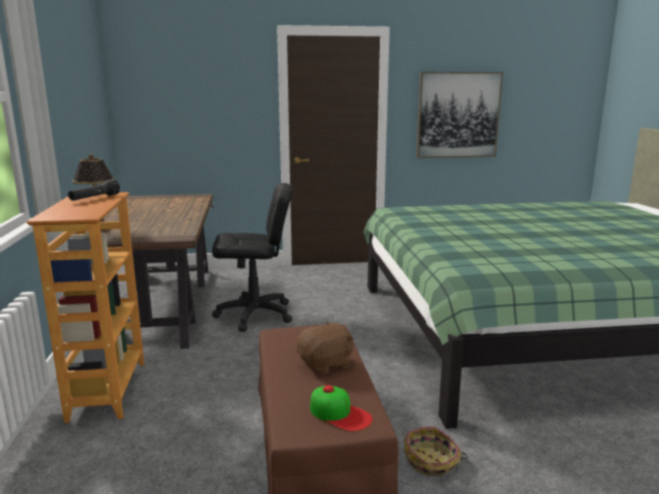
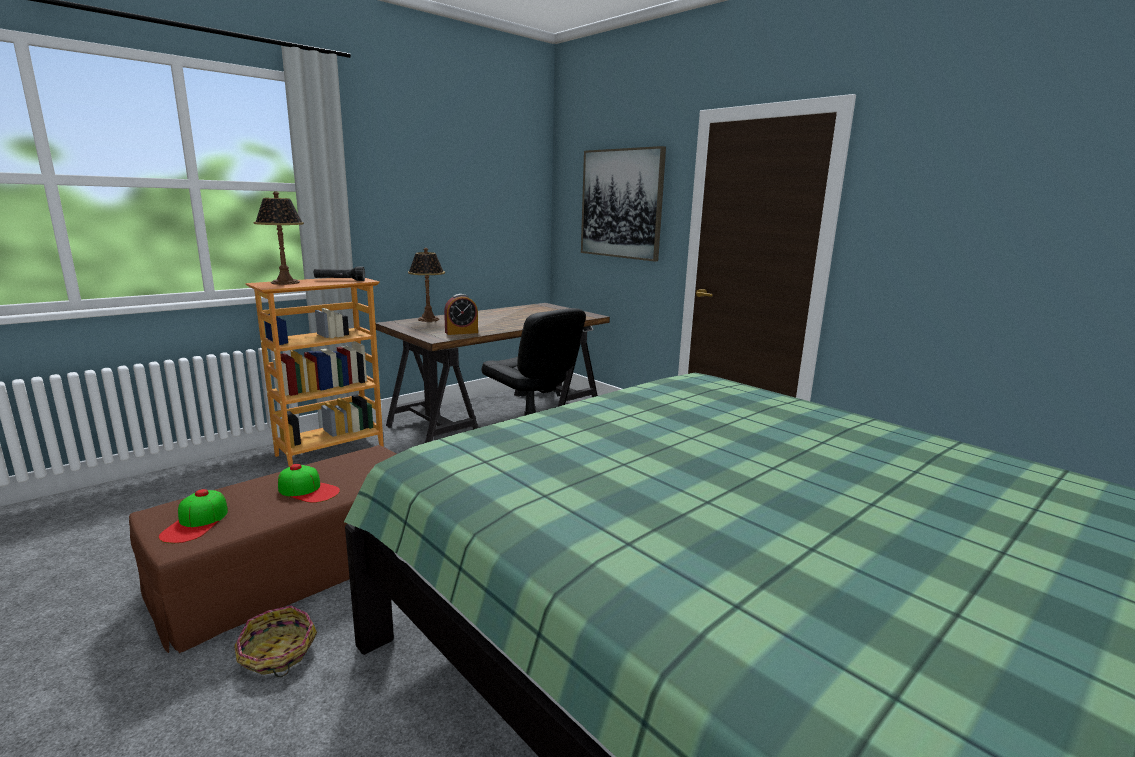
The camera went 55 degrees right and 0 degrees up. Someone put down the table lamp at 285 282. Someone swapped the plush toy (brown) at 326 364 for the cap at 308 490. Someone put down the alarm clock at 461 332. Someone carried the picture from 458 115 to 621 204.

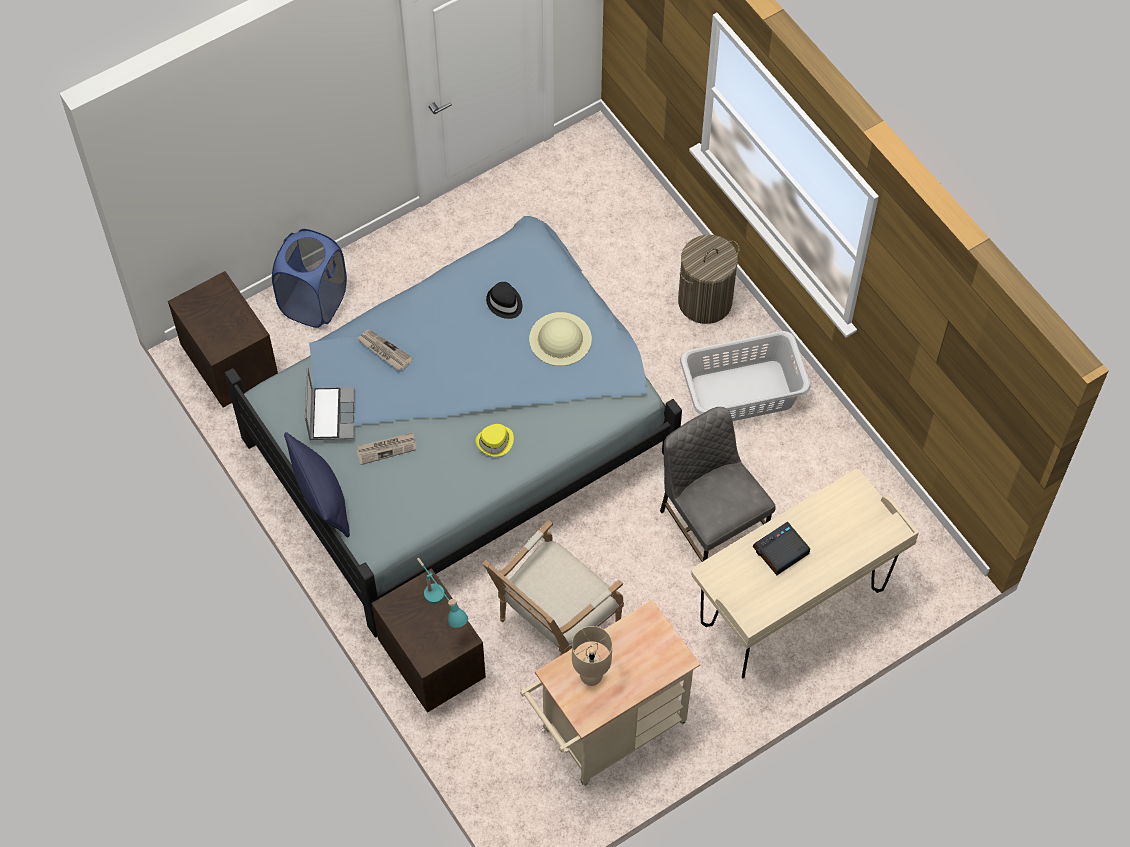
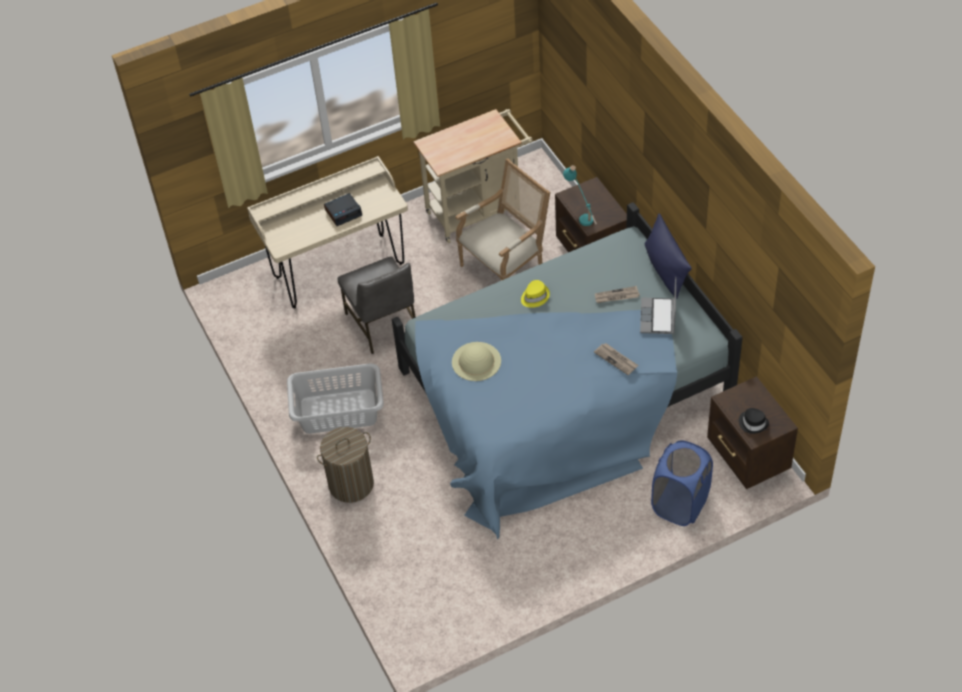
The camera went 170 degrees left and 10 degrees down. Someone carried the hat (black) from 504 303 to 753 423. Someone took away the table lamp (beige) at 591 677.

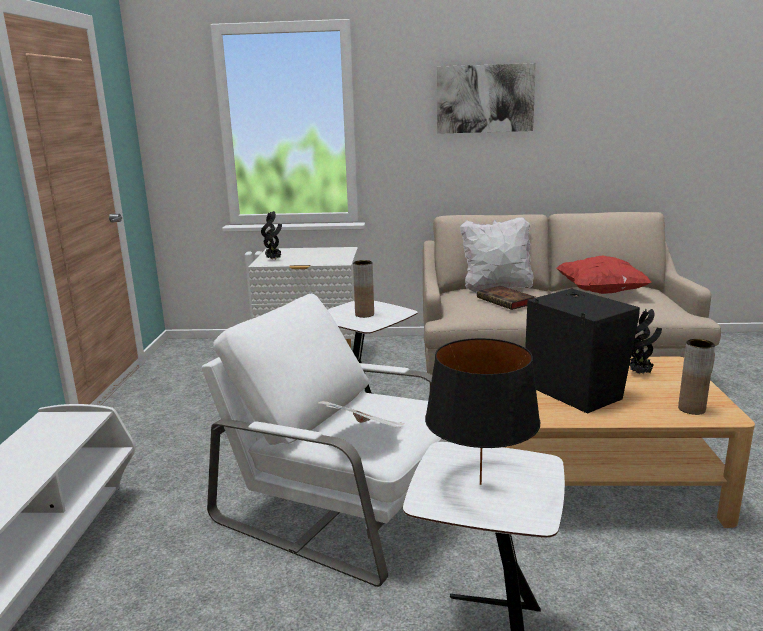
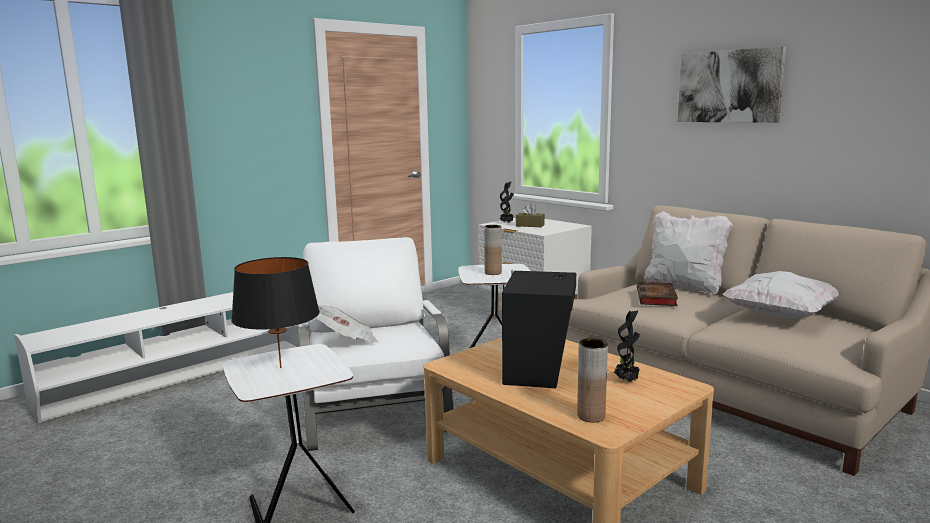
The camera went 45 degrees right and 5 degrees down. Someone put down the tissue box (brown) at 530 225. Someone repainted the pillow (red) at 601 292, which became the pillow (white) at 779 315.

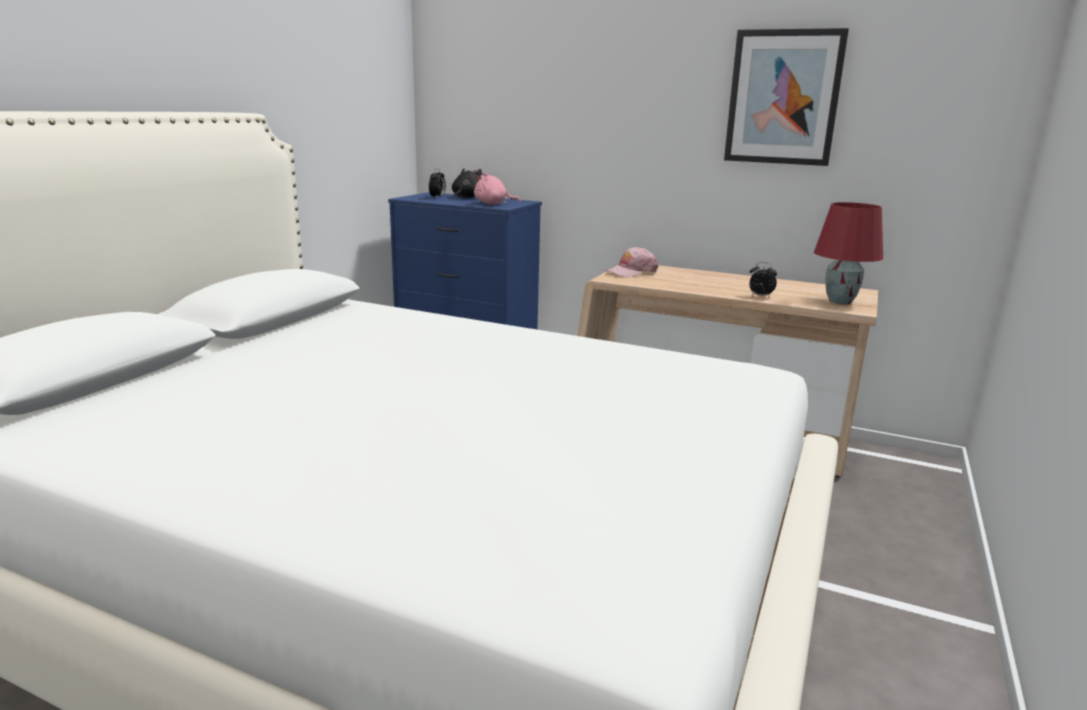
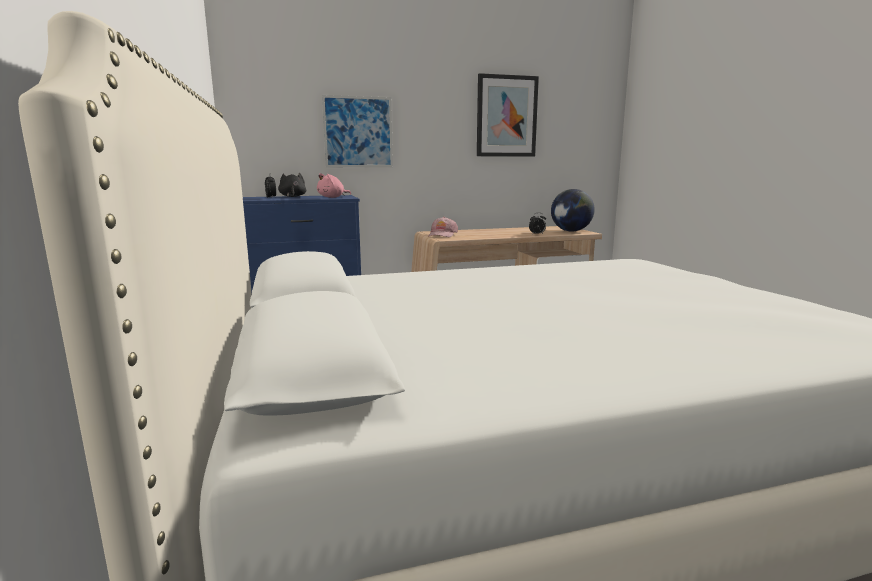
The camera went 40 degrees left and 5 degrees down. Someone put up the picture at 358 132. Someone swapped the table lamp (red) at 839 302 for the globe at 571 231.

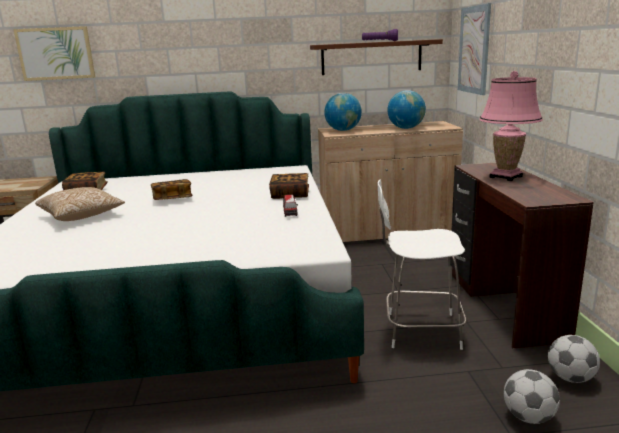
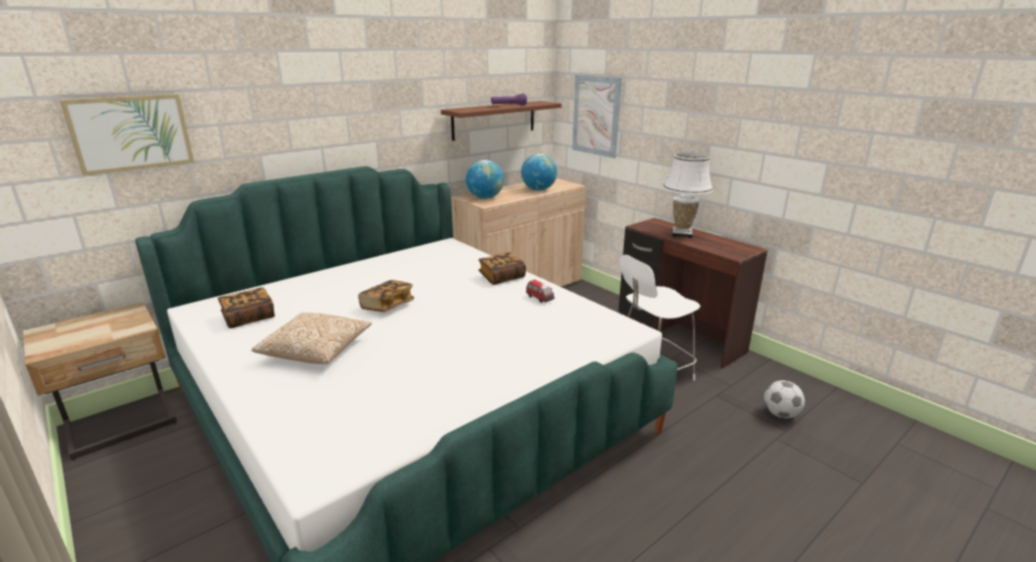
The camera went 35 degrees left and 5 degrees up. Someone repainted the table lamp (pink) at 506 177, which became the table lamp (white) at 682 234. Someone took away the football at 570 378.

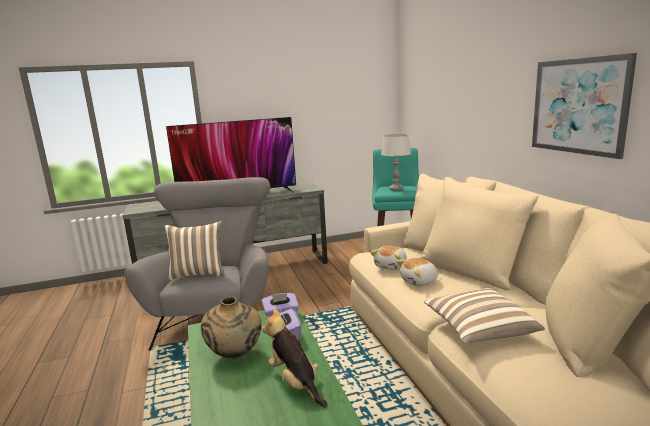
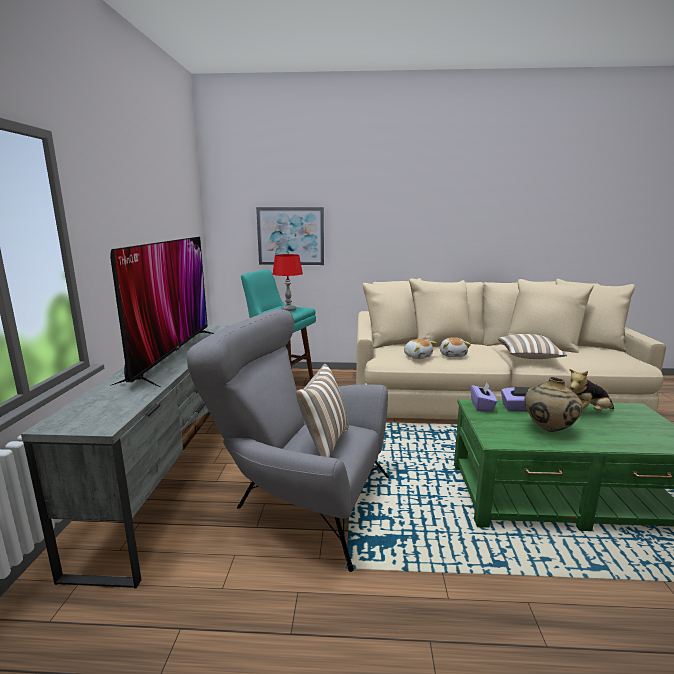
The camera went 70 degrees left and 0 degrees up. Someone carried the picture from 578 106 to 290 236. Someone repainted the table lamp (grey) at 396 189, which became the table lamp (red) at 288 309.

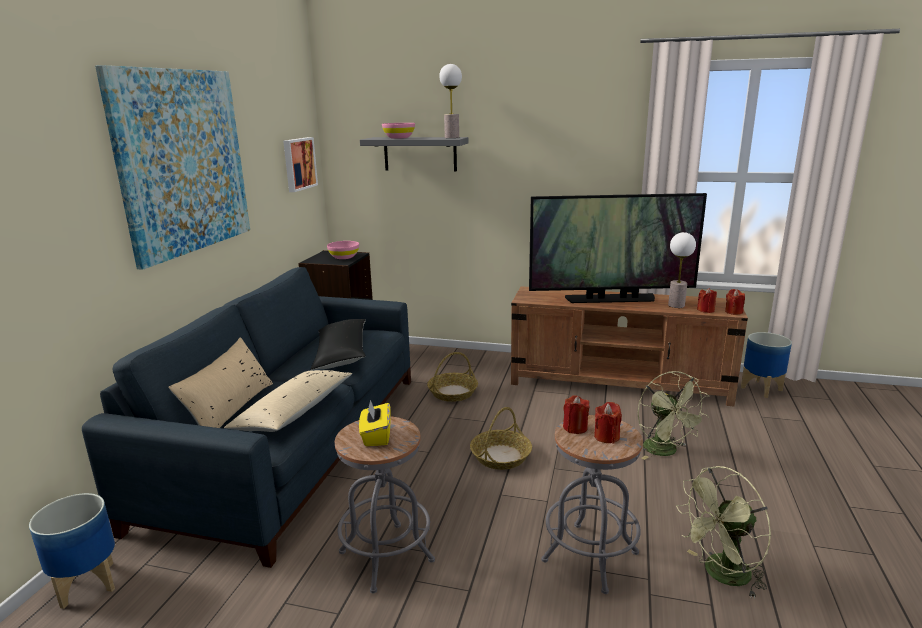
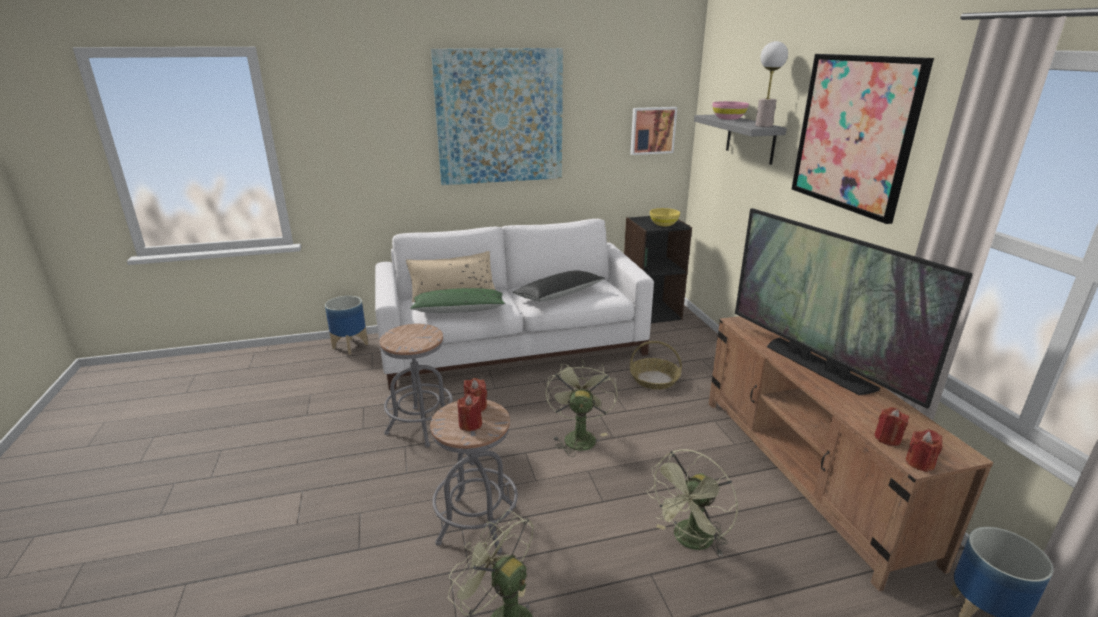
The camera went 60 degrees right and 5 degrees up. Someone repainted the sofa (blue) at 295 443, which became the sofa (white) at 513 345. Someone repainted the pillow (beige) at 294 412, which became the pillow (green) at 459 310. Someone swapped the basket at 500 457 for the fan (green) at 578 436. Someone repainted the bowl (pink) at 344 257, which became the bowl (yellow) at 664 224. Someone put up the picture at 854 133. Someone took away the tissue box (yellow) at 376 436. Someone took away the table lamp at 676 305.

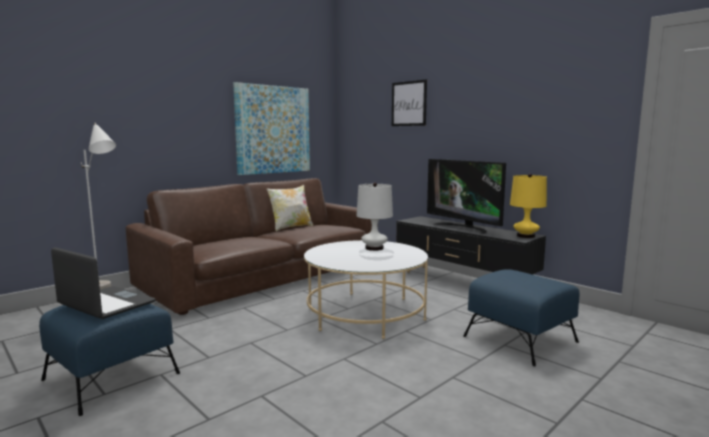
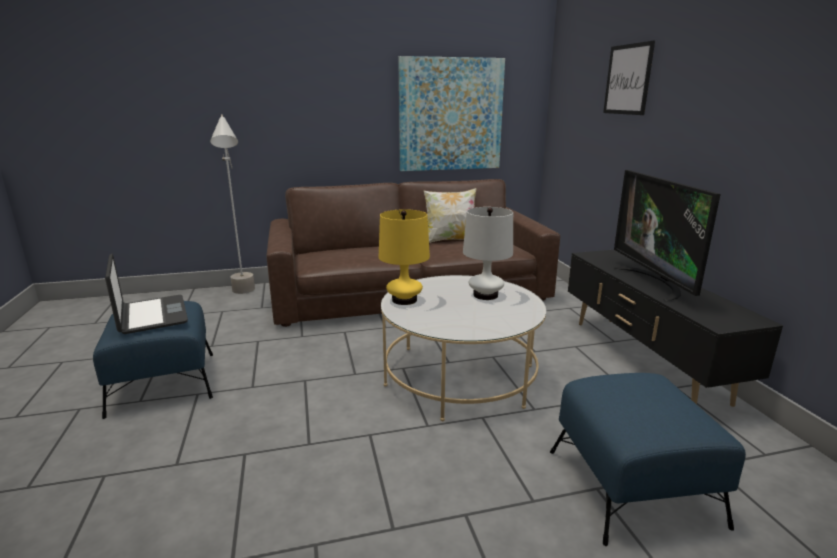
The camera went 30 degrees right and 10 degrees up. Someone carried the table lamp (yellow) from 525 236 to 404 300.

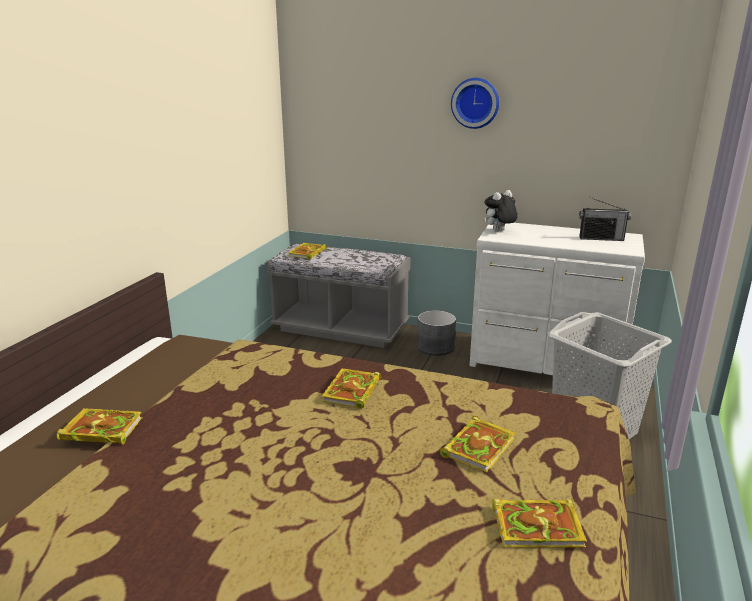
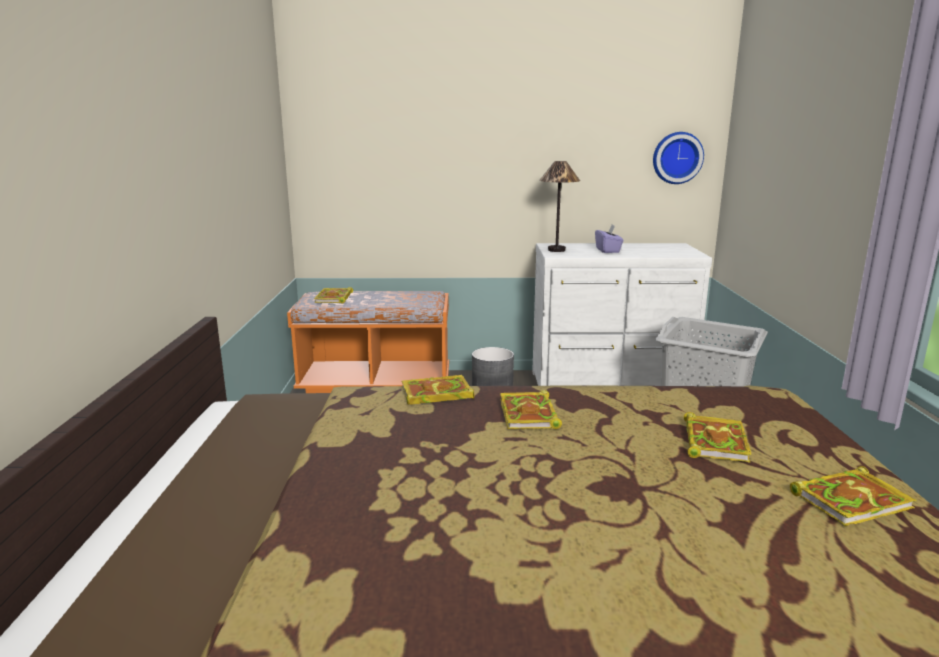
The camera went 20 degrees left and 5 degrees down. Someone repainted the bench (grey) at 340 328, which became the bench (orange) at 376 384. Someone carried the book from 100 430 to 435 394. Someone swapped the plush toy at 499 231 for the table lamp at 556 250. Someone put down the tissue box (purple) at 608 250. Someone carried the wall clock from 475 103 to 676 158. Someone took away the radio at 601 238.

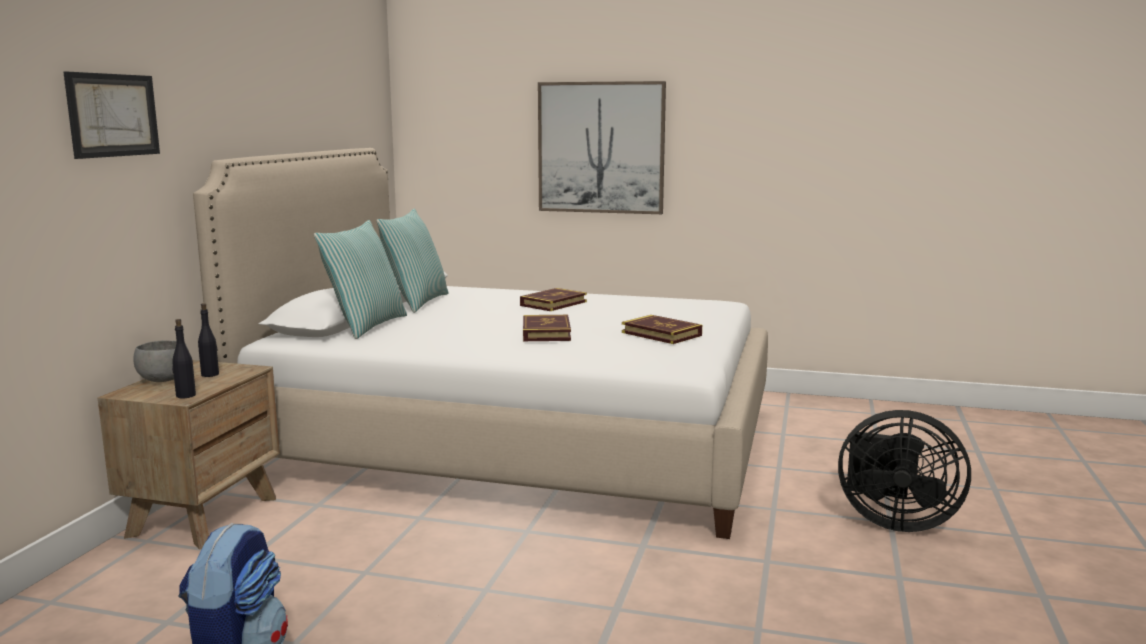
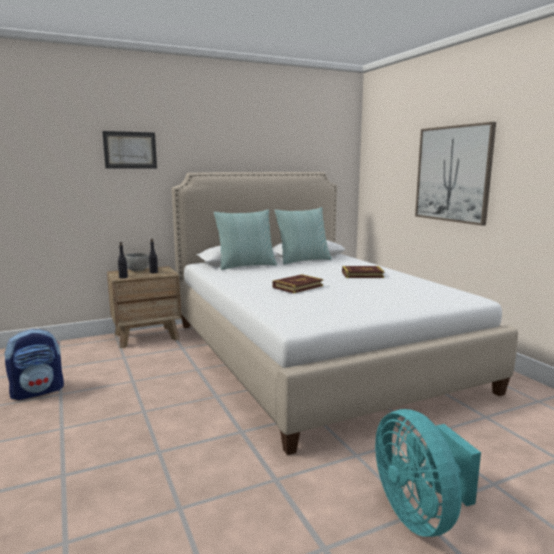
The camera went 50 degrees right and 0 degrees up. Someone repainted the fan (black) at 893 521, which became the fan (turquoise) at 420 514. Someone took away the book at 661 334.

